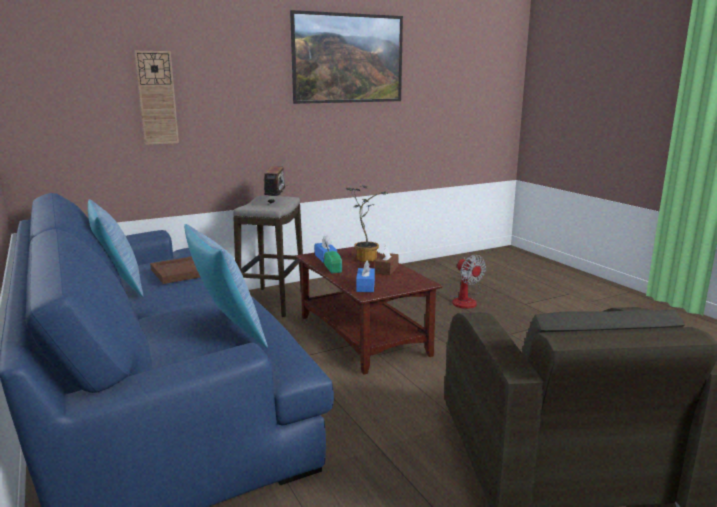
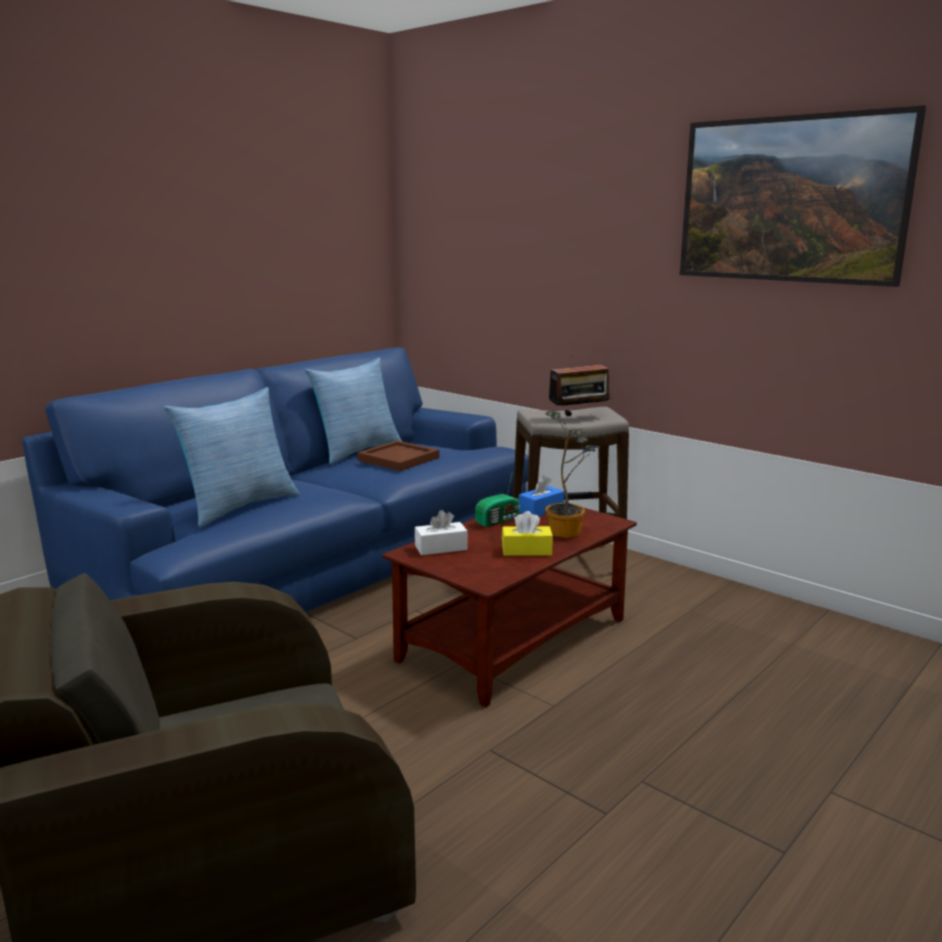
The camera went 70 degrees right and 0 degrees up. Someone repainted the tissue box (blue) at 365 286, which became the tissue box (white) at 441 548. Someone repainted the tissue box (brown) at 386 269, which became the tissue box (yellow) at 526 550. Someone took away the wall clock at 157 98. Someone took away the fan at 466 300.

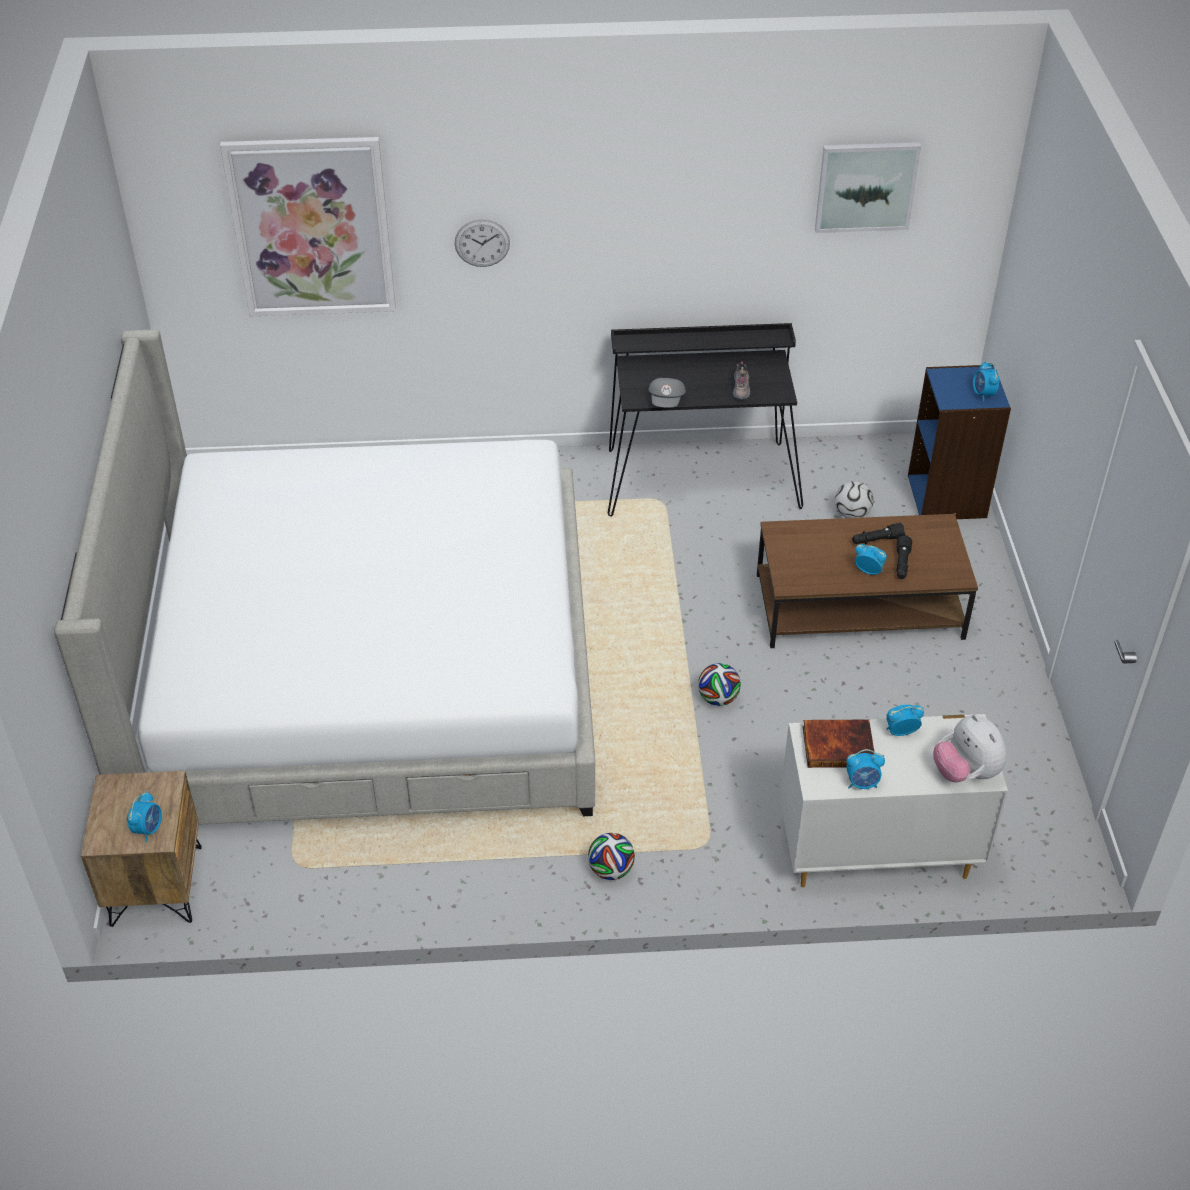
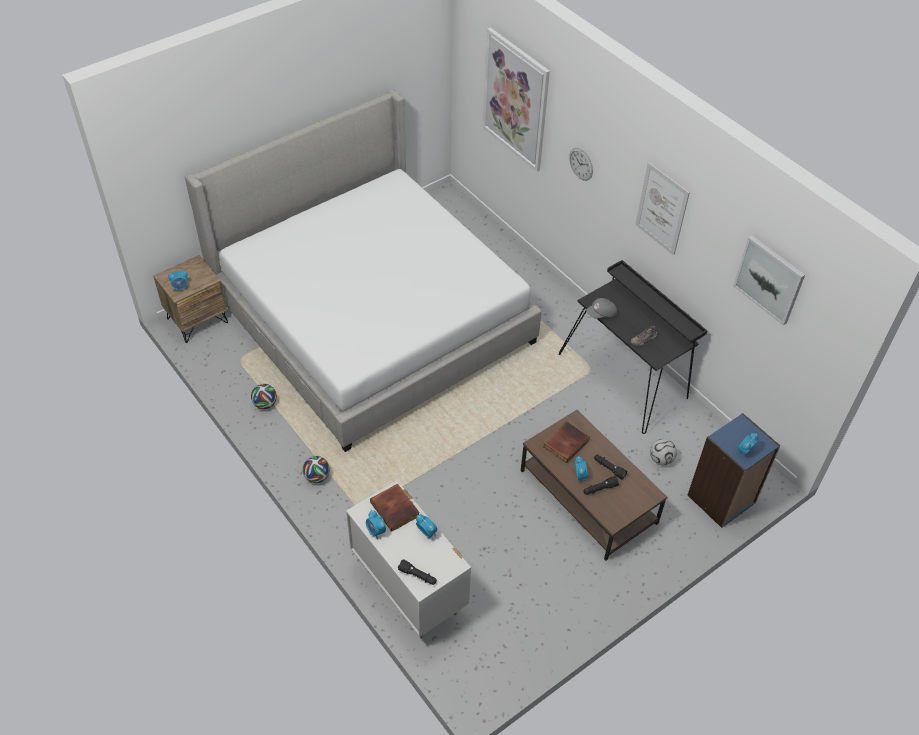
The camera went 55 degrees right and 5 degrees up. Someone carried the football from 718 698 to 265 404. Someone swapped the plush toy at 965 772 for the flashlight (black) at 418 576. Someone put down the book at 565 443. Someone put up the picture at 661 209.

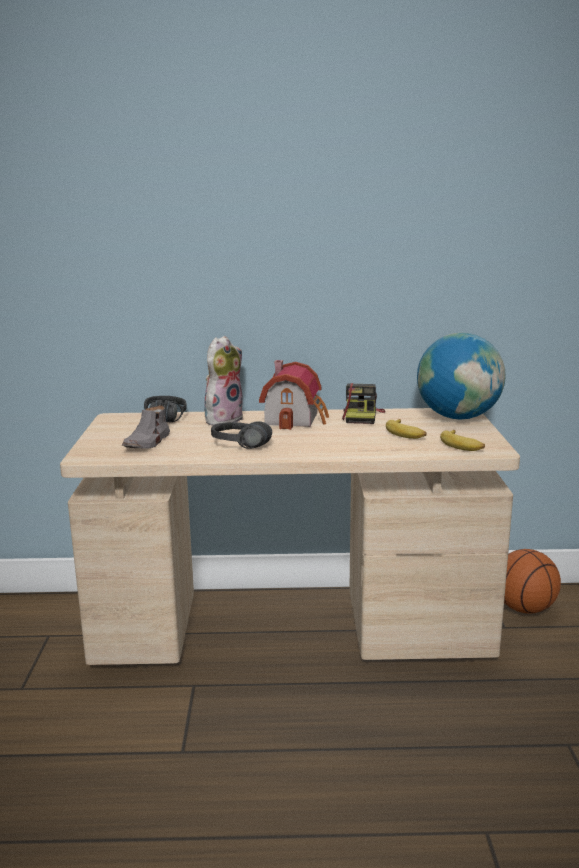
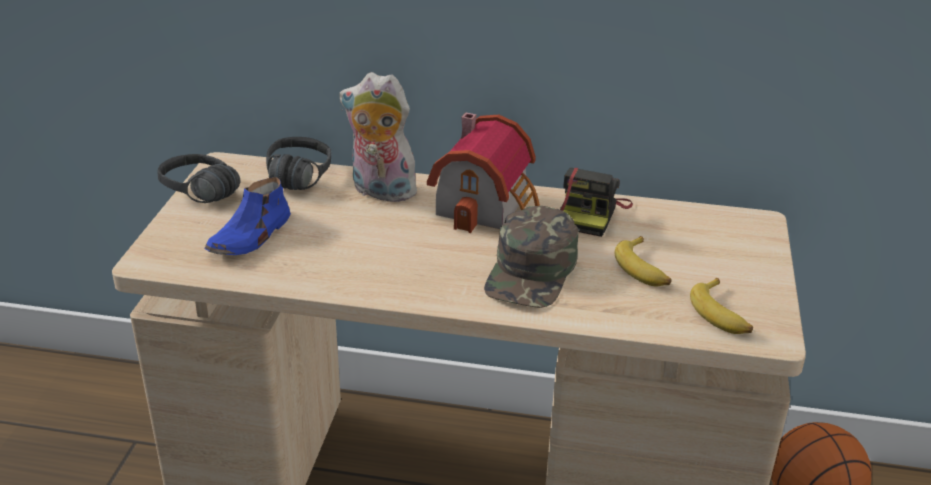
The camera went 10 degrees right and 15 degrees up. Someone carried the headphones (black) from 237 448 to 192 197. Someone repainted the shoe (grey) at 148 442, which became the shoe (blue) at 251 236. Someone rotated the plush toy at 223 419 by 120 degrees counterclockwise. Someone put down the cap (green) at 532 271. Someone took away the globe at 458 417.

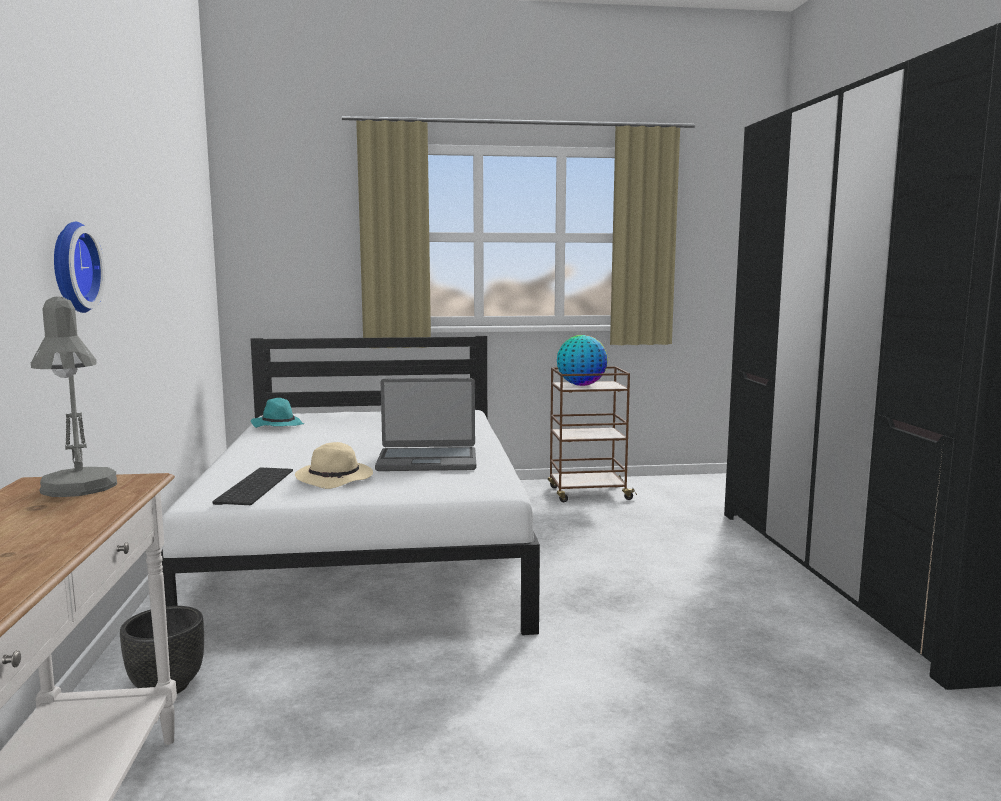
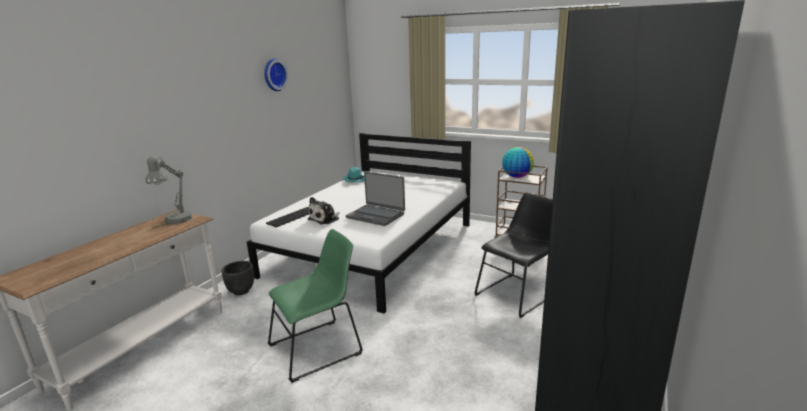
The camera went 35 degrees right and 10 degrees up. Someone carried the wall clock from 71 267 to 273 74. Someone put down the chair (green) at 319 348. Someone swapped the hat (beige) at 336 479 for the plush toy at 325 219. Someone put down the chair (black) at 518 293.

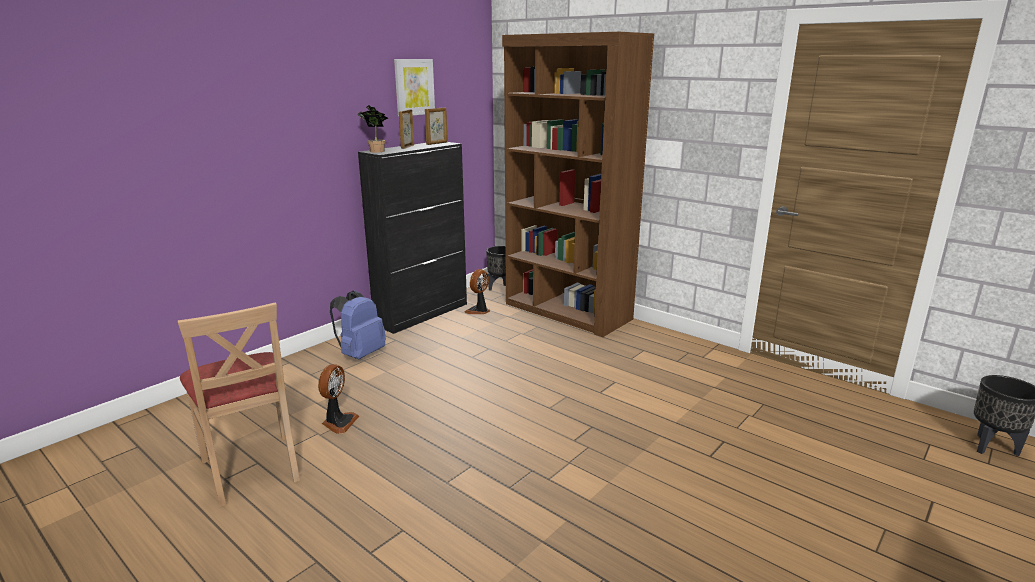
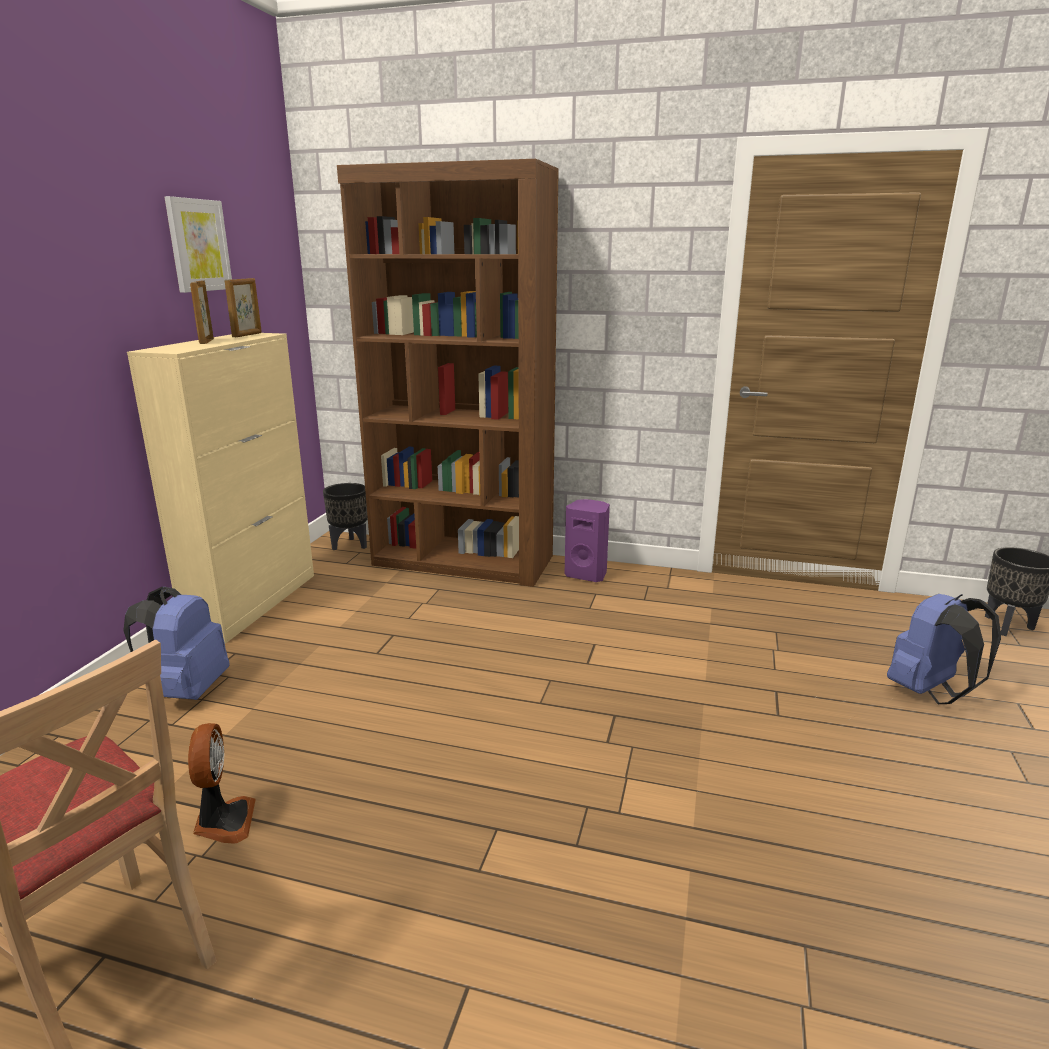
The camera went 25 degrees left and 0 degrees up. Someone repainted the cabinet (black) at 422 314, which became the cabinet (beige) at 254 603. Someone put down the speaker (purple) at 587 574. Someone put down the backpack (blue) at 929 692. Someone took away the potted plant at 375 151. Someone took away the fan at 479 311.

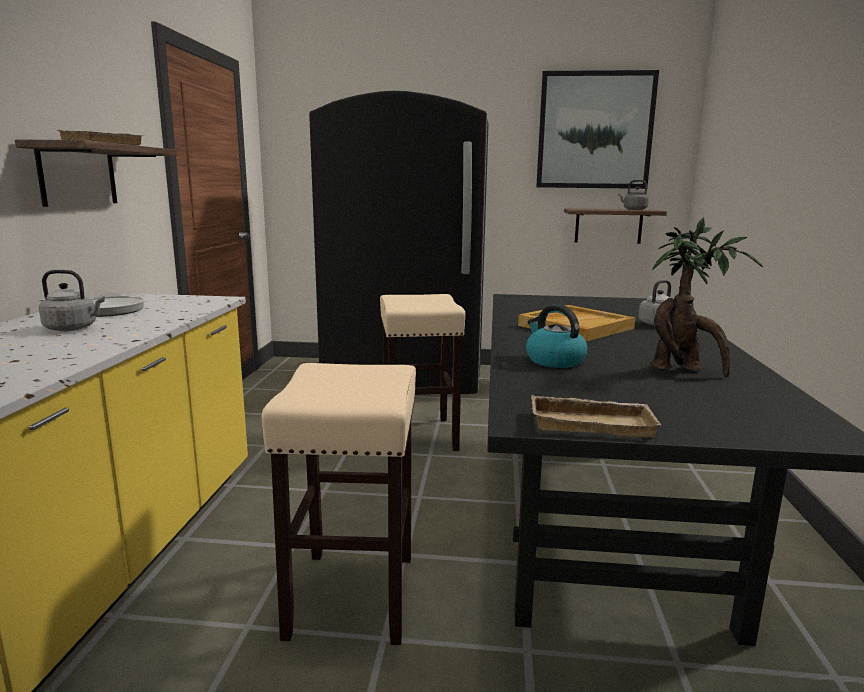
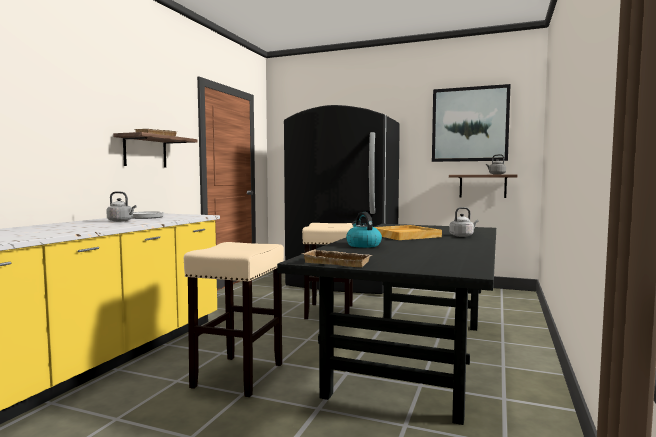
The camera went 15 degrees right and 10 degrees down. Someone took away the potted plant at 683 370.

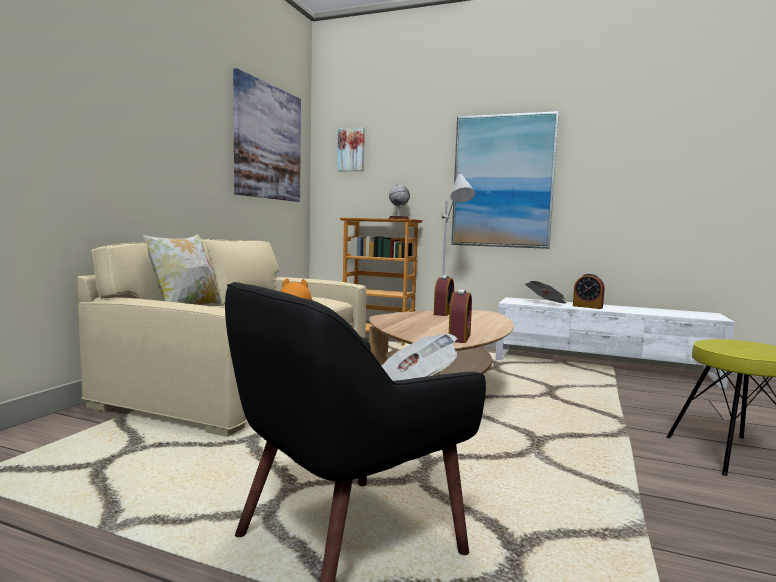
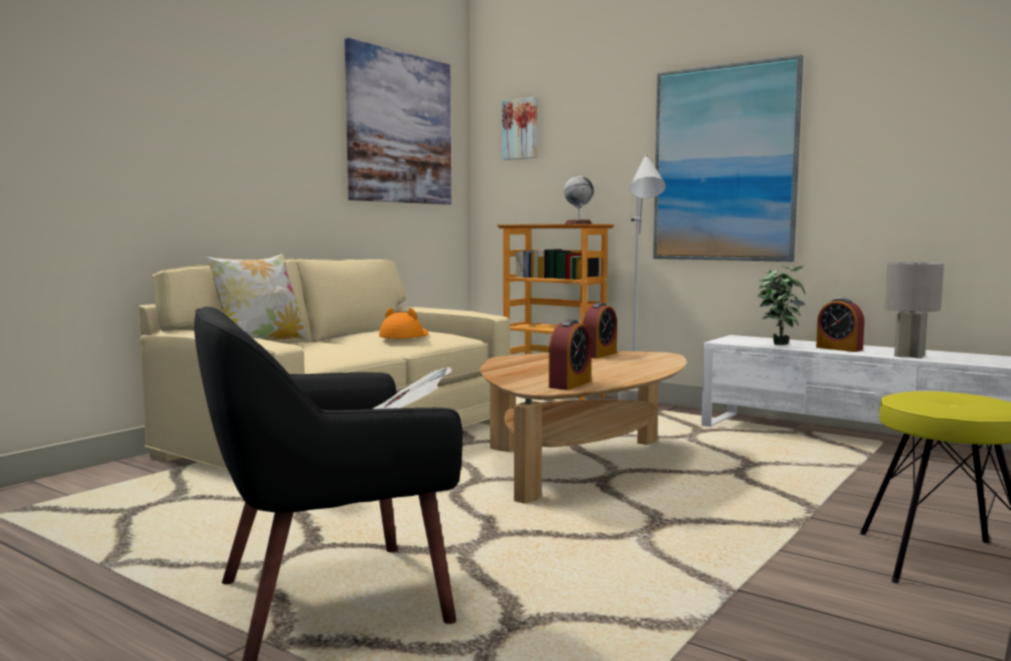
The camera went 15 degrees right and 0 degrees up. Someone swapped the newspaper at 546 303 for the potted plant at 778 344. Someone put down the table lamp (grey) at 909 356.

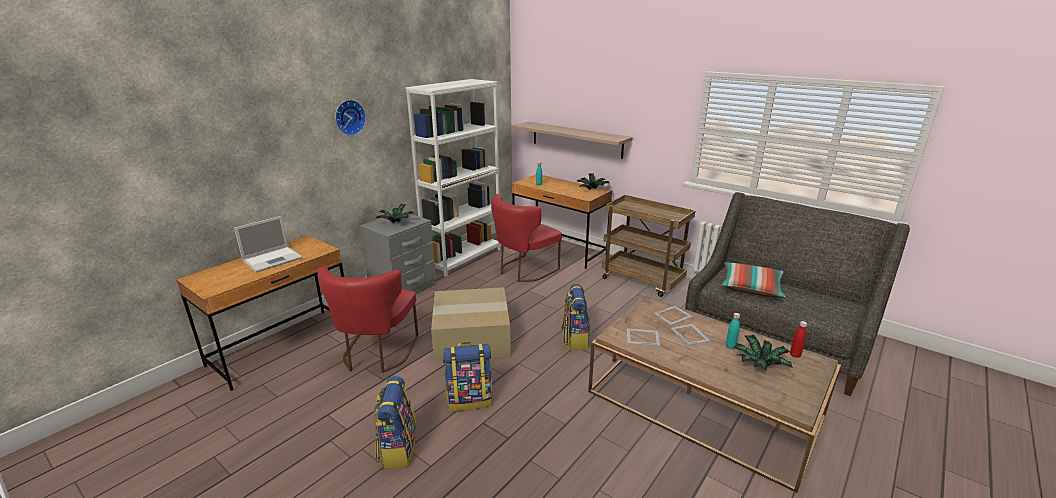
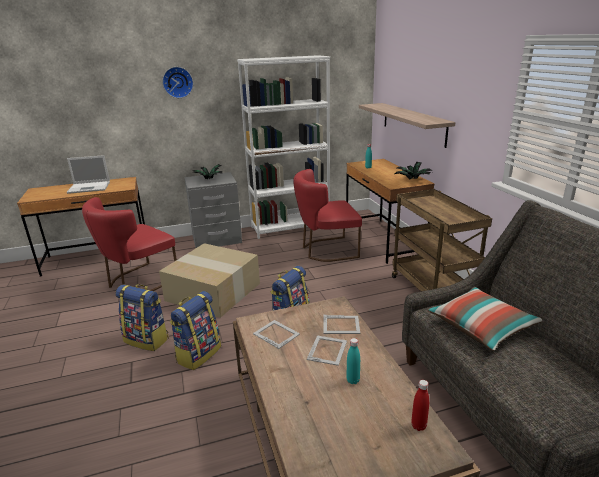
The camera went 35 degrees right and 0 degrees up. Someone carried the backpack from 397 449 to 198 354. Someone took away the potted plant at 759 365.

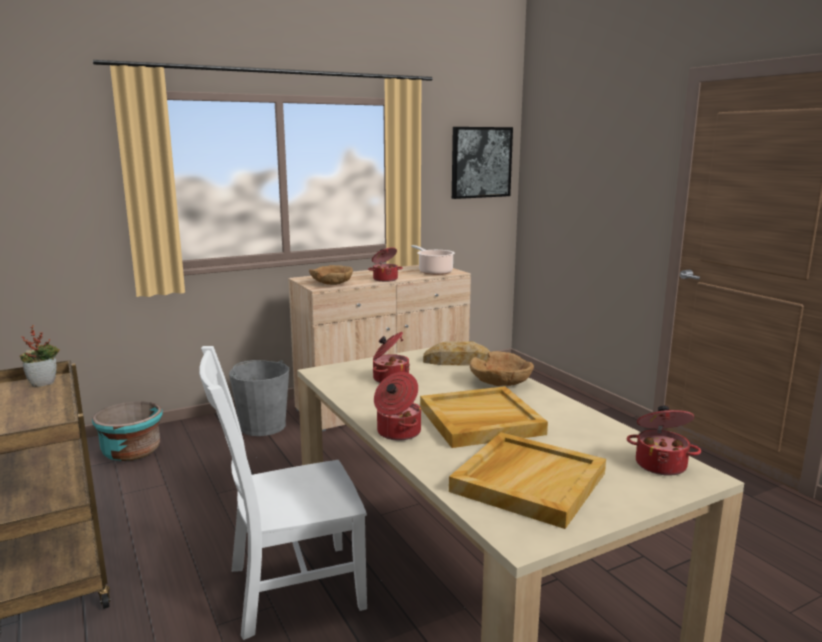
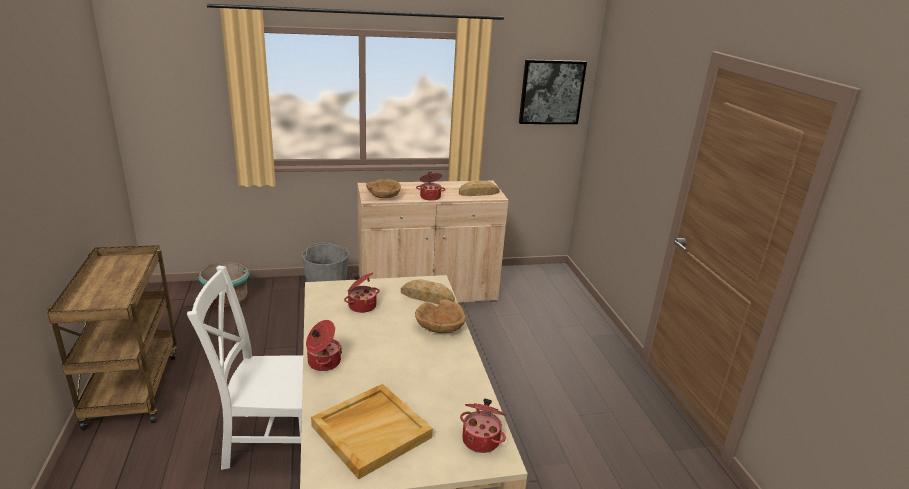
The camera went 15 degrees right and 10 degrees up. Someone swapped the cooking pot at 434 272 for the bread at 479 193. Someone took away the potted plant at 44 383. Someone took away the tray (beige) at 480 421.

